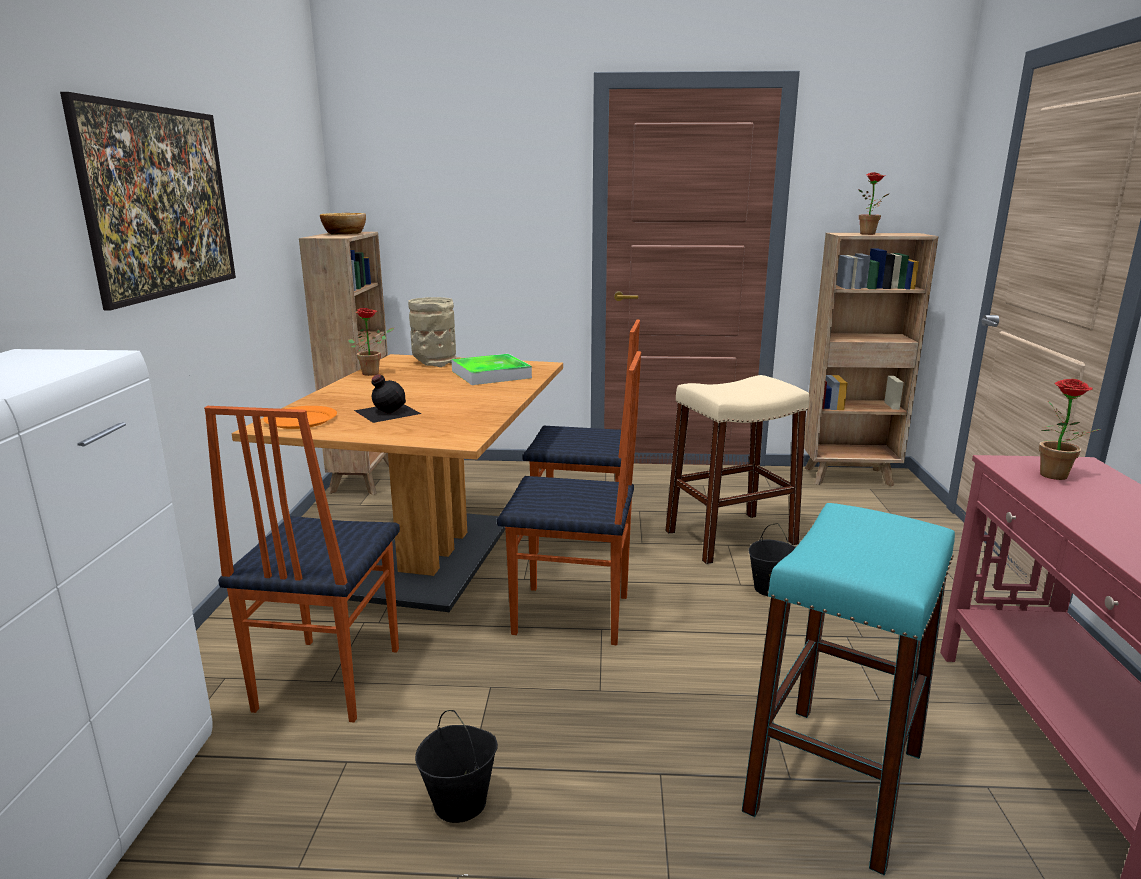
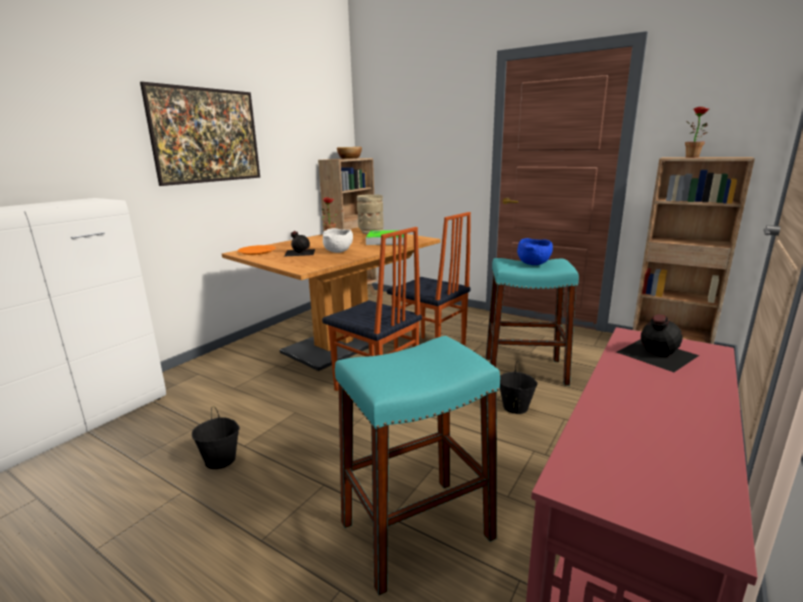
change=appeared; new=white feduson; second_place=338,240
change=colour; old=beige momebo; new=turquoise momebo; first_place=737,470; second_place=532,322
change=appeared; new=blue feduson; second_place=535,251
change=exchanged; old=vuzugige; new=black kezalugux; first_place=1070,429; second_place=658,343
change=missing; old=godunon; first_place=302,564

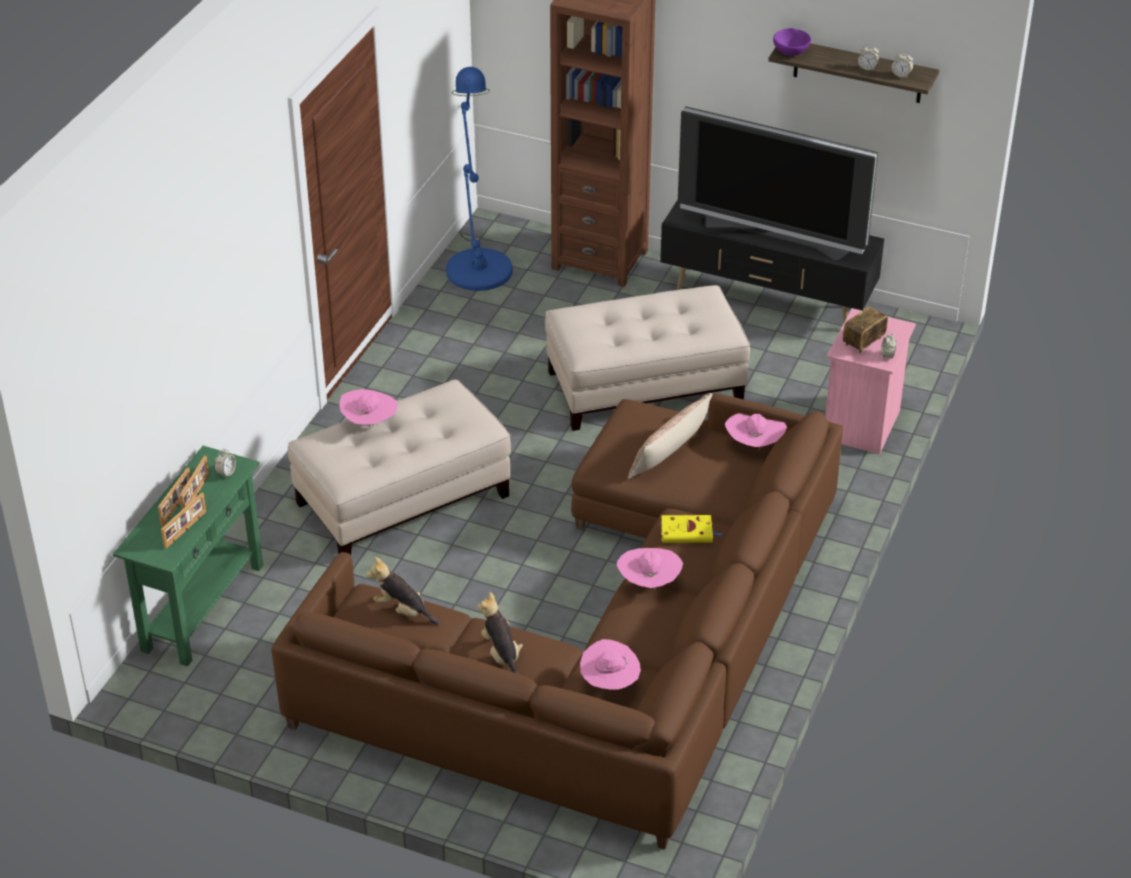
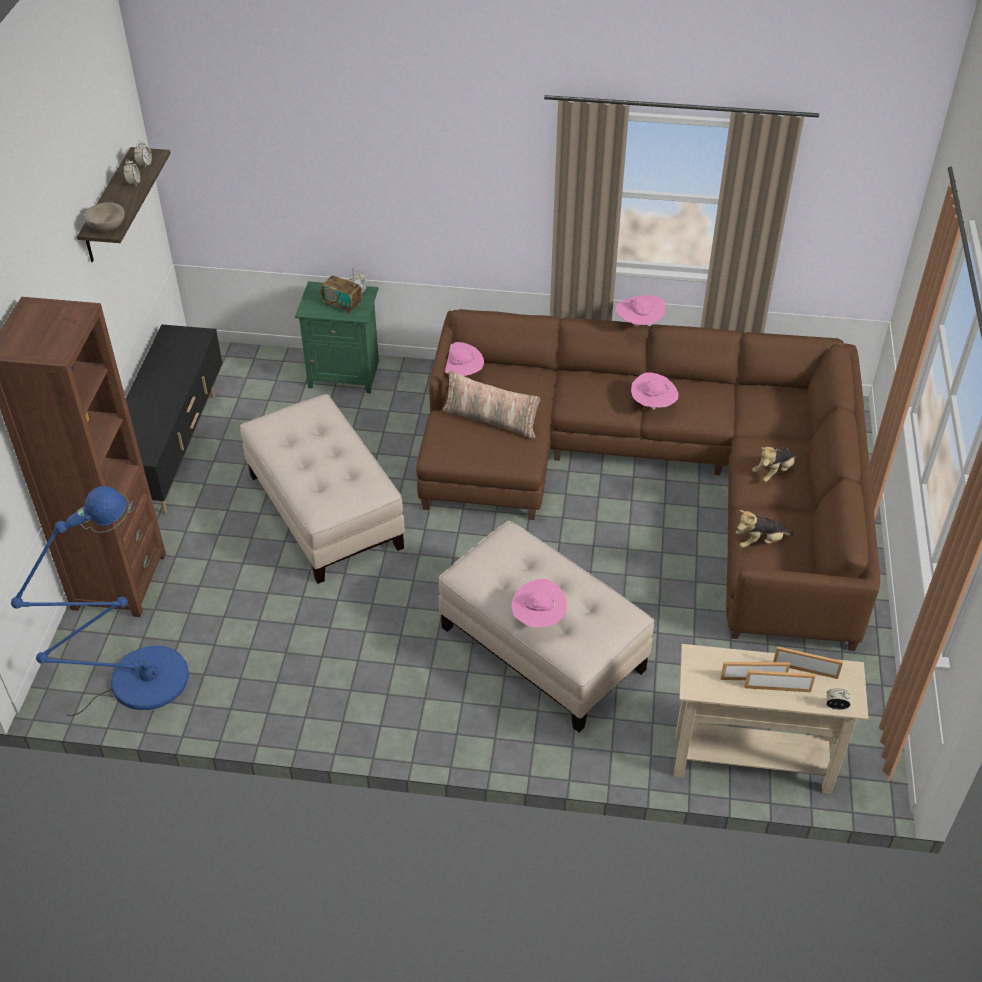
change=colour; old=purple feduson; new=beige feduson; first_place=792,42; second_place=104,217
change=colour; old=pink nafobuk; new=green nafobuk; first_place=870,381; second_place=337,337
change=relocated; old=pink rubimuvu; first_place=610,664; second_place=641,310
change=colour; old=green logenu; new=beige logenu; first_place=188,556; second_place=771,719
change=spun; old=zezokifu; first_place=403,591; second_place=765,529; degrees=60
change=relocated; old=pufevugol; first_place=225,463; second_place=839,698
change=missing; old=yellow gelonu; first_place=691,529
change=missing; old=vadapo; first_place=778,184

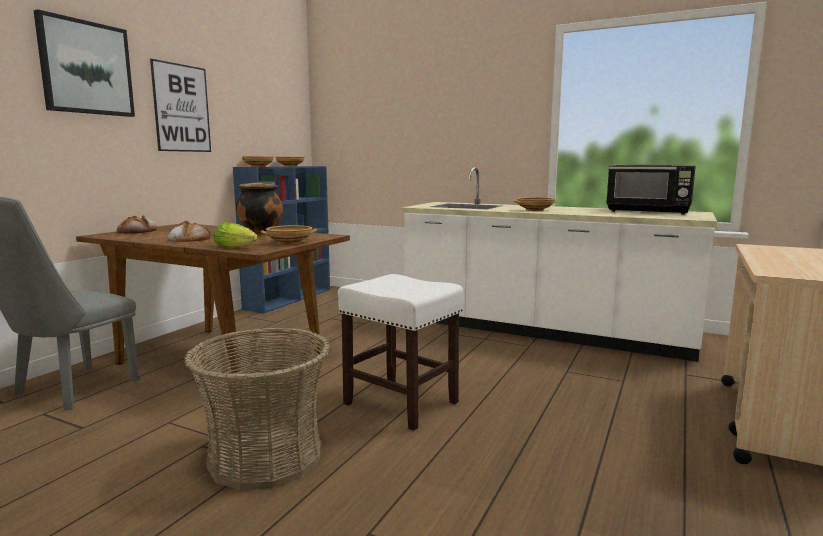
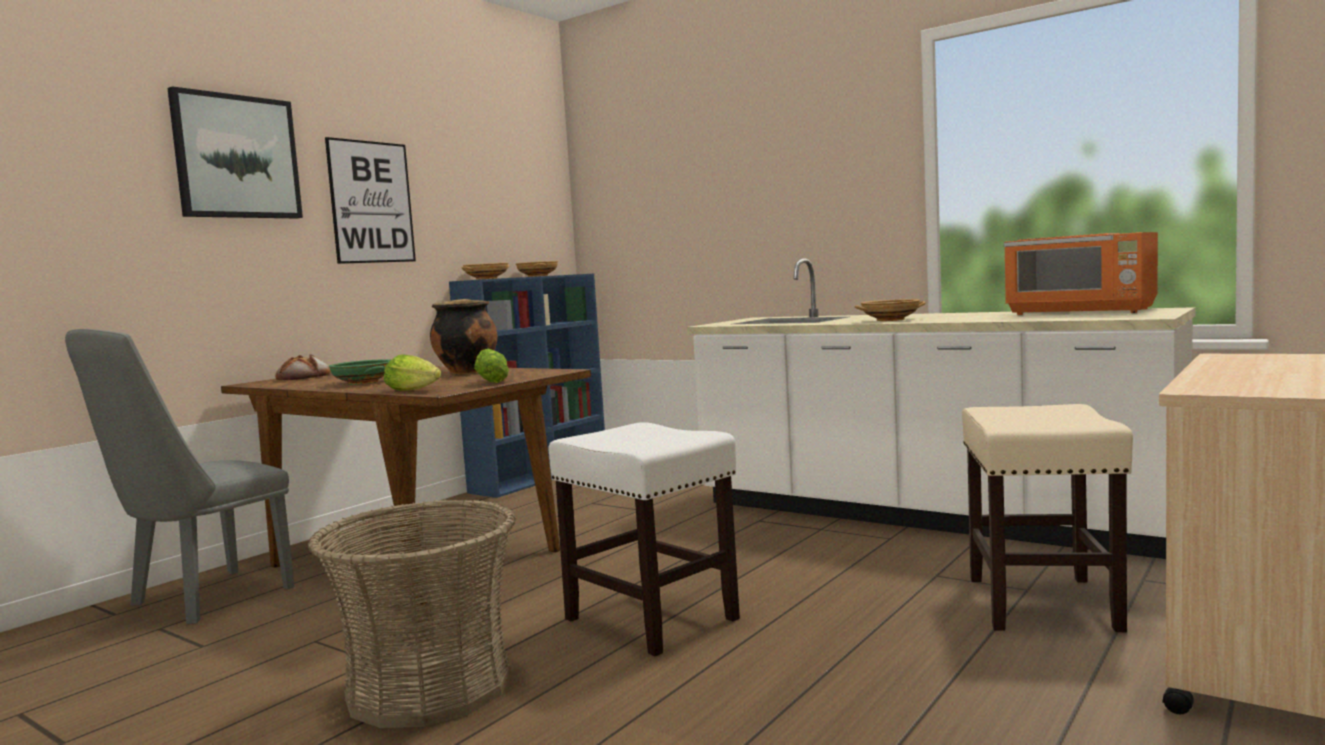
change=exchanged; old=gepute; new=green feduson; first_place=189,231; second_place=360,372
change=exchanged; old=beige feduson; new=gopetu; first_place=289,234; second_place=491,366
change=appeared; new=beige momebo; second_place=1047,518
change=colour; old=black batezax; new=orange batezax; first_place=651,190; second_place=1081,273

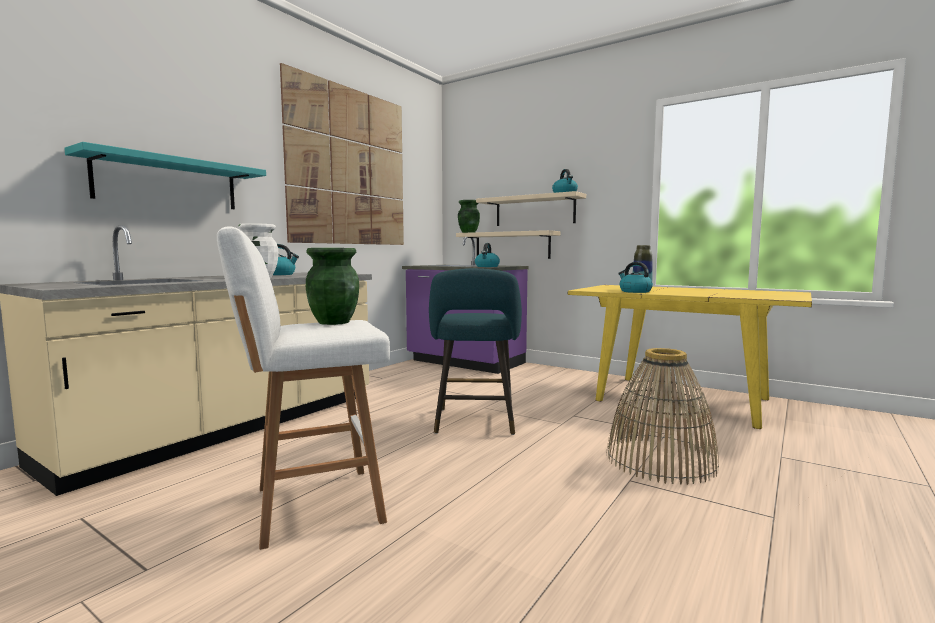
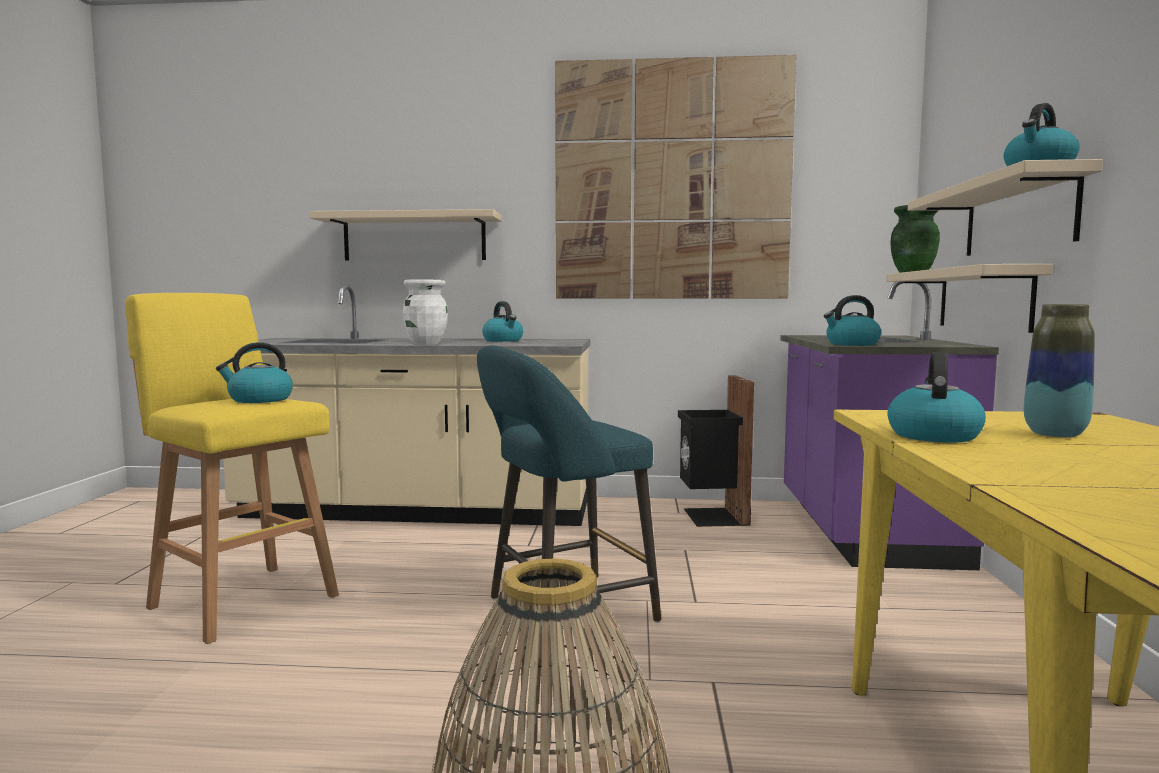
change=colour; old=white momebo; new=yellow momebo; first_place=303,388; second_place=232,468
change=exchanged; old=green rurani; new=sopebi; first_place=332,286; second_place=254,372
change=colour; old=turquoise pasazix; new=beige pasazix; first_place=165,175; second_place=405,235
change=appeared; new=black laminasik; second_place=716,451

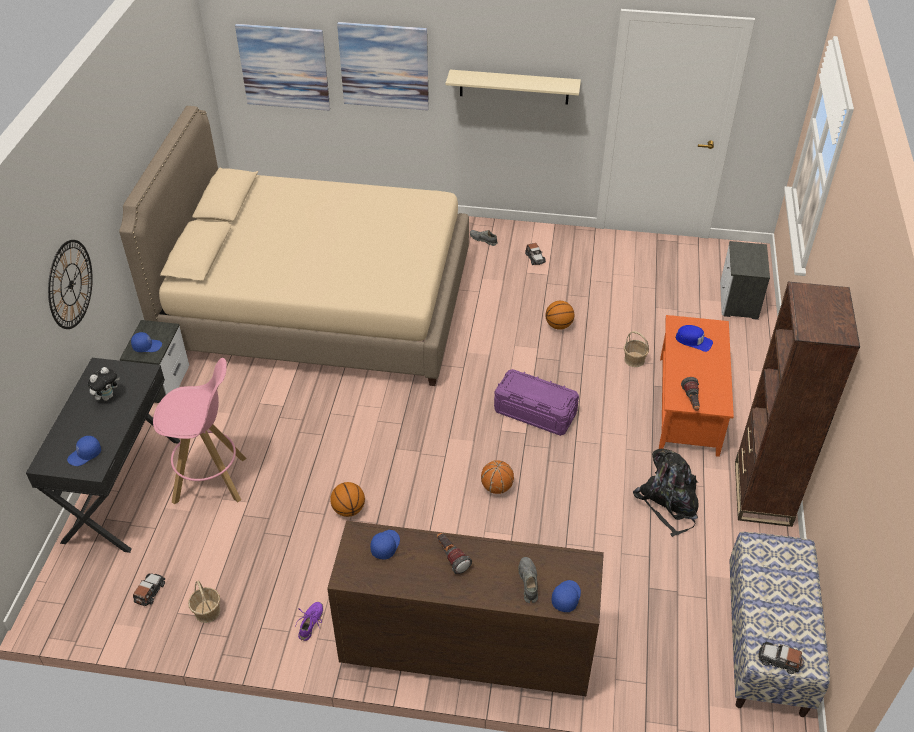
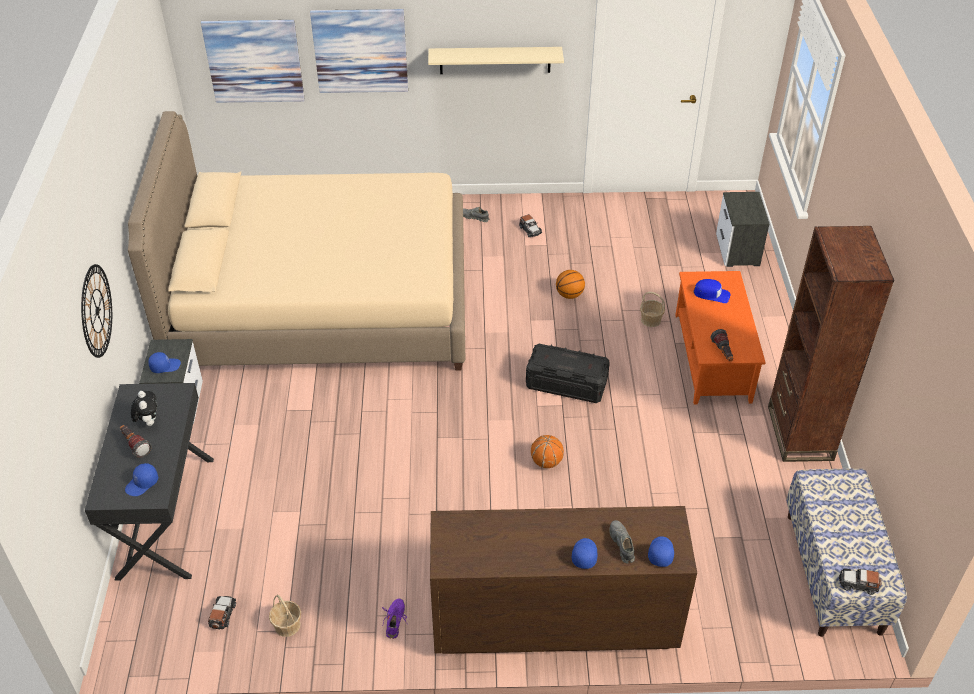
change=relocated; old=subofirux; first_place=454,553; second_place=136,441
change=spun; old=zezokifu; first_place=104,384; second_place=144,408; degrees=-45
change=colour; old=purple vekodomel; new=black vekodomel; first_place=536,402; second_place=568,373
change=relocated; old=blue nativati; first_place=385,544; second_place=584,553
change=missing; old=pink momebo; first_place=200,431
change=missing; old=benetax; first_place=347,499
change=missing; old=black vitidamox; first_place=666,493

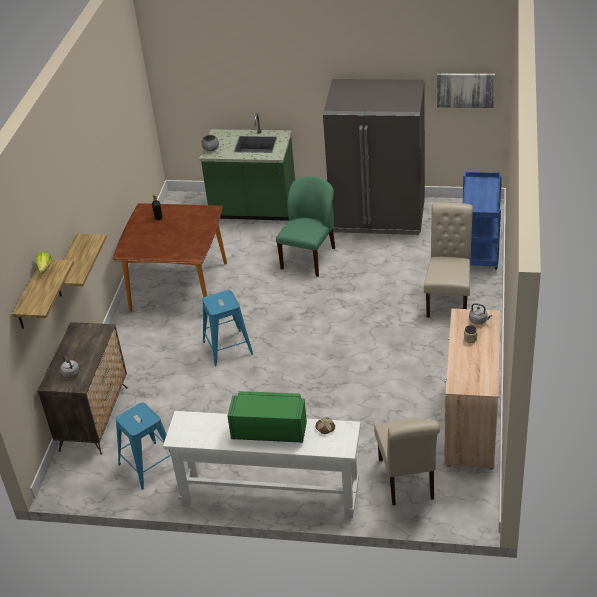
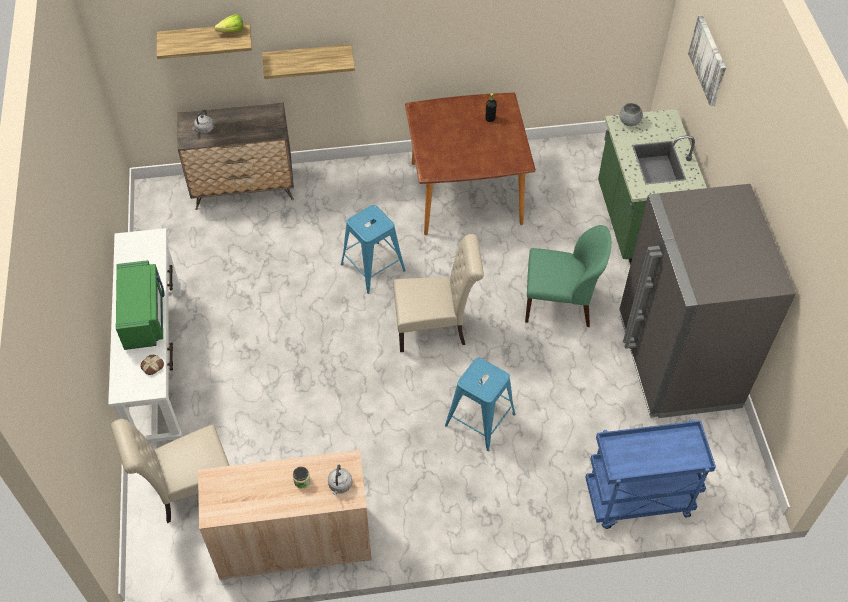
change=relocated; old=beige godunon; first_place=448,260; second_place=438,293
change=relocated; old=blue momebo; first_place=143,446; second_place=480,404
change=relocated; old=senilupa; first_place=466,90; second_place=707,60

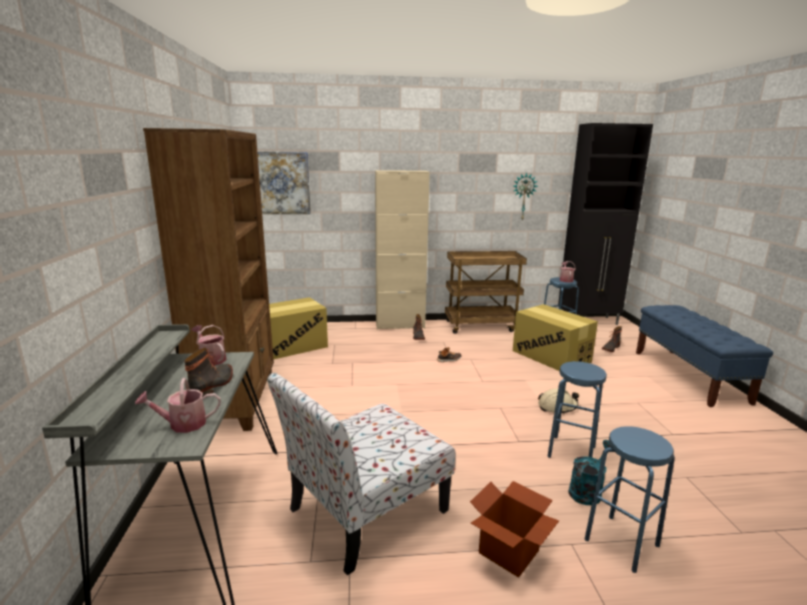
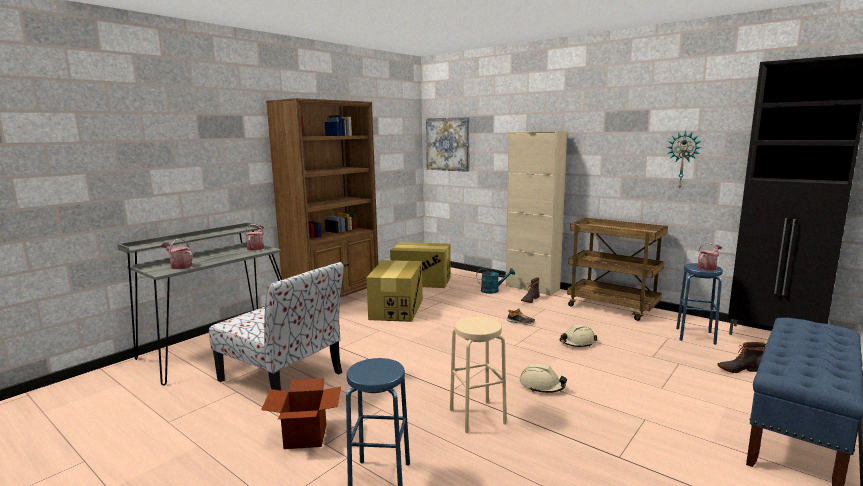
change=spun; old=godunon; first_place=361,474; second_place=276,326; degrees=-150
change=relocated; old=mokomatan; first_place=555,337; second_place=394,291
change=colour; old=blue momebo; new=beige momebo; first_place=577,409; second_place=478,375
change=relocated; old=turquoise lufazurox; first_place=589,472; second_place=496,281
change=appeared; new=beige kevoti; second_place=578,335
change=missing; old=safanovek; first_place=208,373

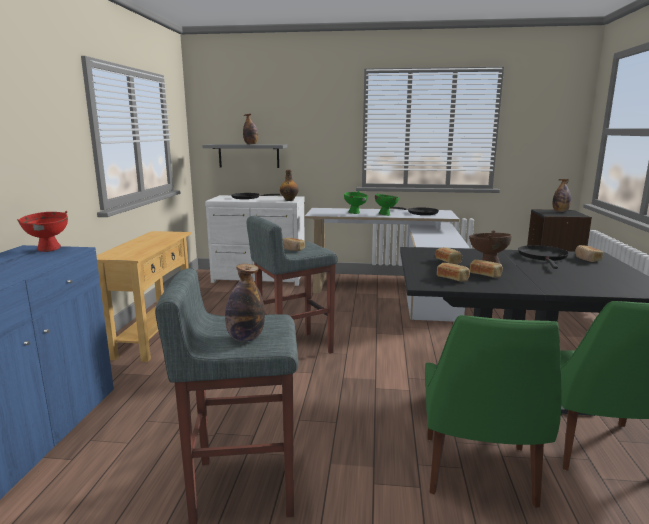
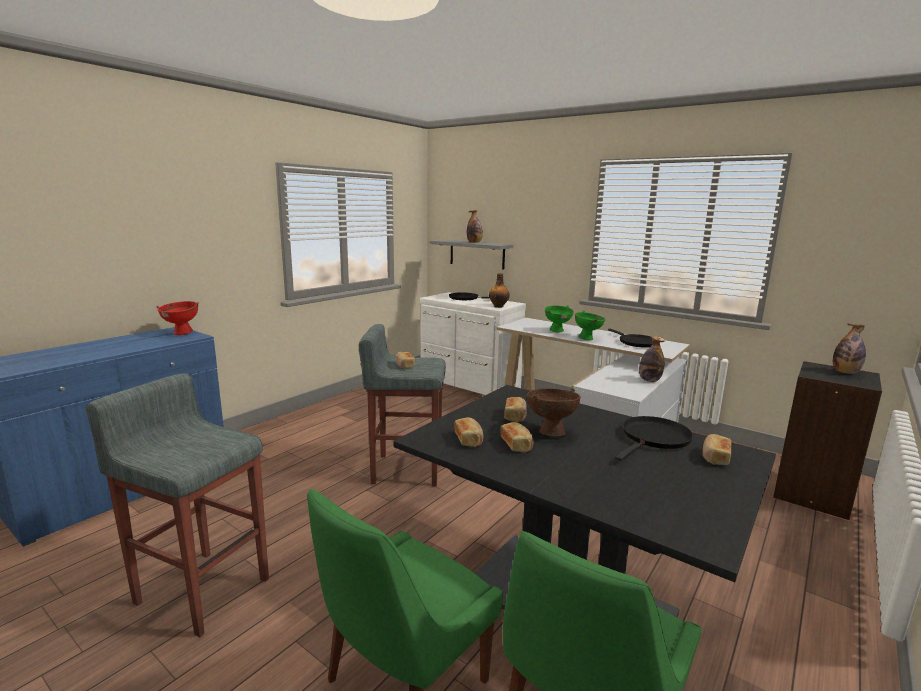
change=relocated; old=kezalugux; first_place=245,303; second_place=652,359
change=missing; old=beige logenu; first_place=144,296

